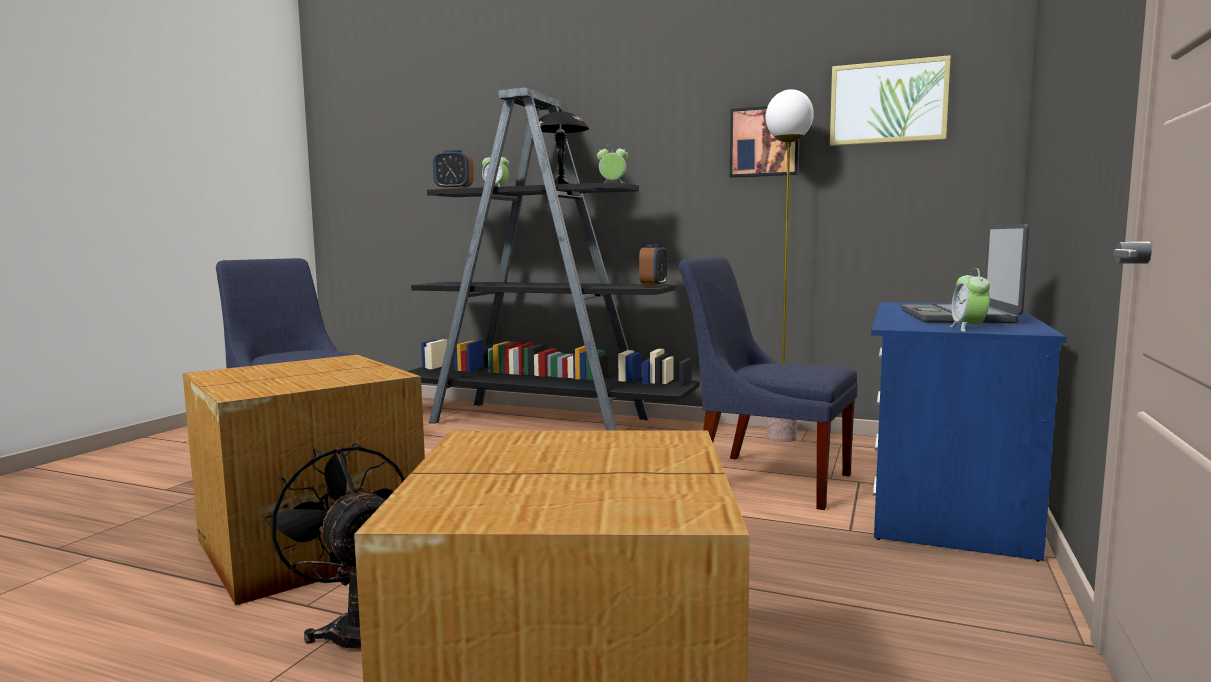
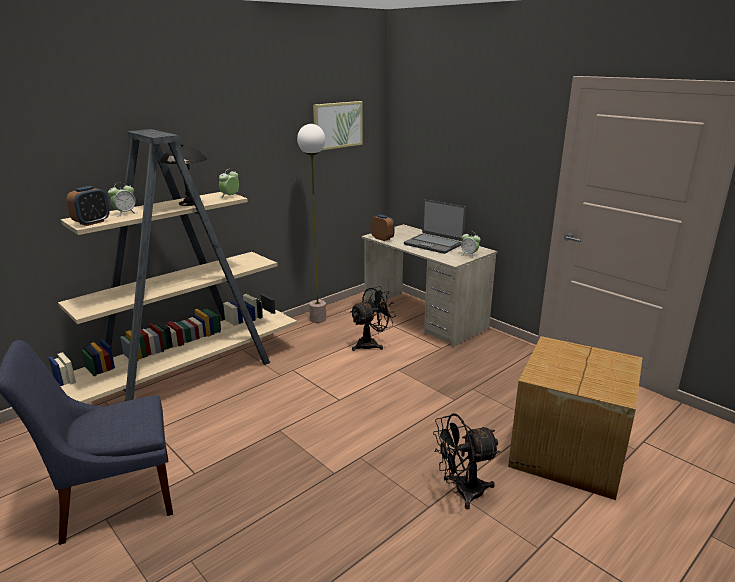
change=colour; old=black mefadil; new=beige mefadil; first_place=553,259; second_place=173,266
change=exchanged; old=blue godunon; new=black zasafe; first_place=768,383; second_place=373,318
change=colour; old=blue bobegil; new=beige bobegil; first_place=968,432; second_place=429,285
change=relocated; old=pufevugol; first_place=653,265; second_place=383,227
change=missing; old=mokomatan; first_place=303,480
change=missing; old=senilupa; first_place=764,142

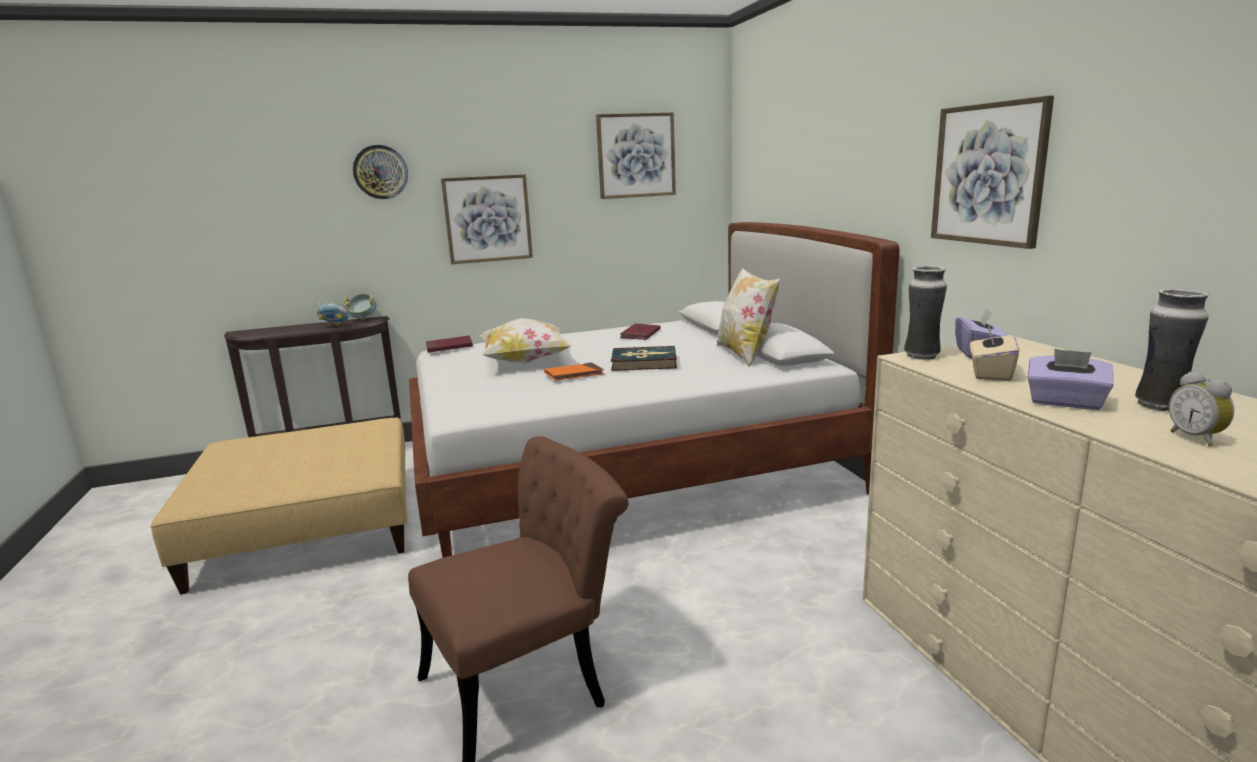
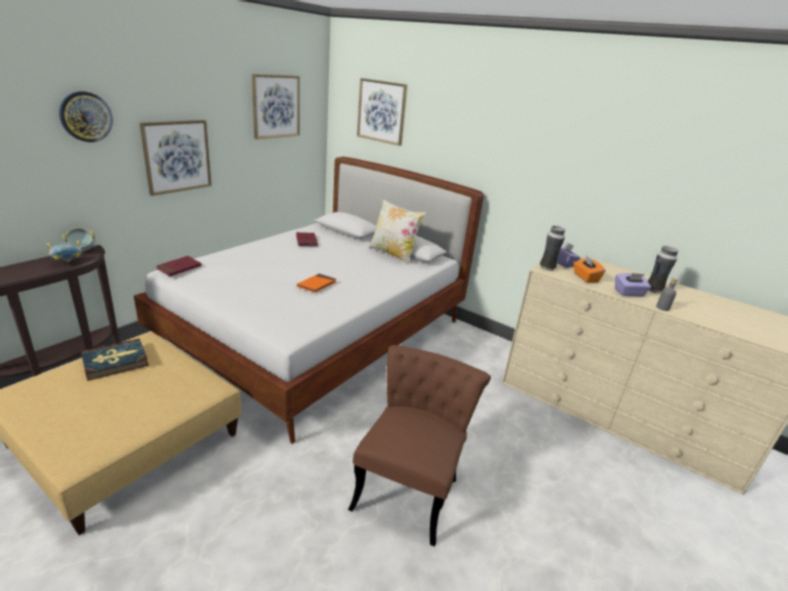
change=relocated; old=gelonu; first_place=644,358; second_place=115,359
change=relocated; old=senilupa; first_place=992,172; second_place=382,112
change=colour; old=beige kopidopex; new=orange kopidopex; first_place=994,352; second_place=589,269
change=appeared; new=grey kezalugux; second_place=667,294
change=missing; old=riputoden; first_place=526,340
change=missing; old=pufevugol; first_place=1201,409

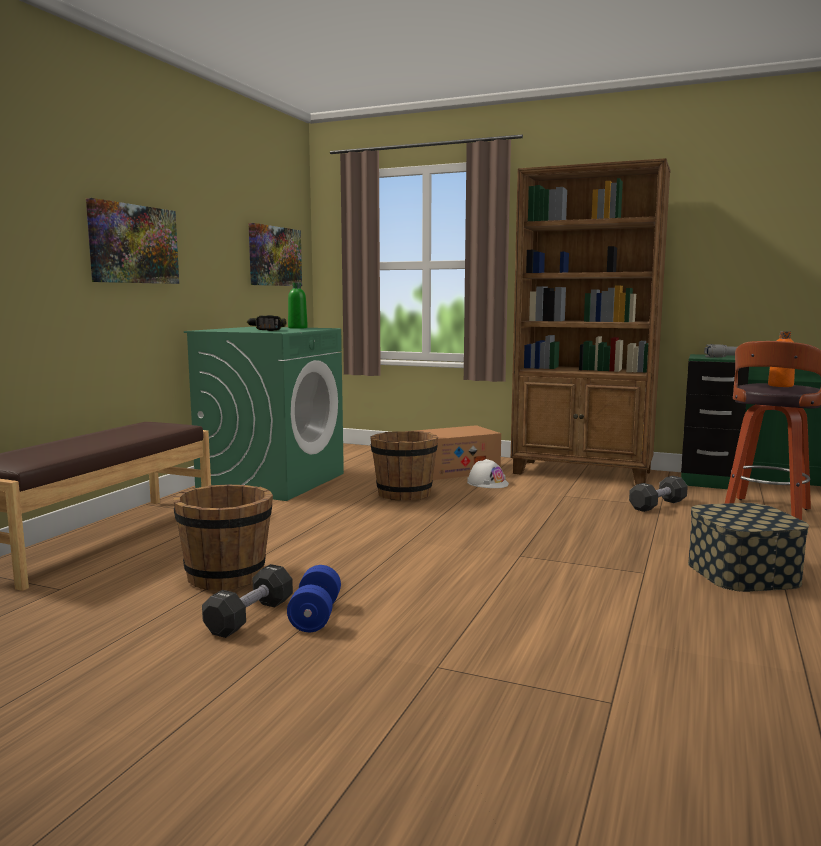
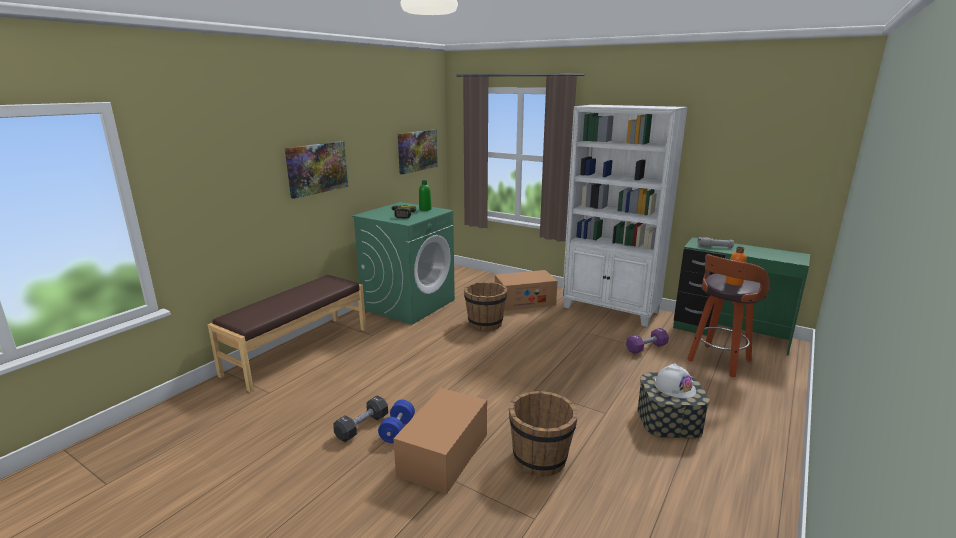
change=appeared; new=mokomatan; second_place=440,441
change=relocated; old=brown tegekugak; first_place=223,537; second_place=543,434
change=colour; old=brown mefadil; new=white mefadil; first_place=591,321; second_place=625,216
change=colour; old=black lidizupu; new=purple lidizupu; first_place=658,494; second_place=647,341
change=relocated; old=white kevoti; first_place=488,473; second_place=675,381

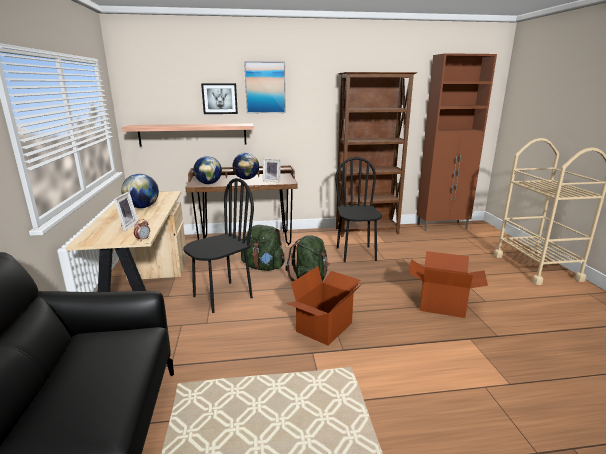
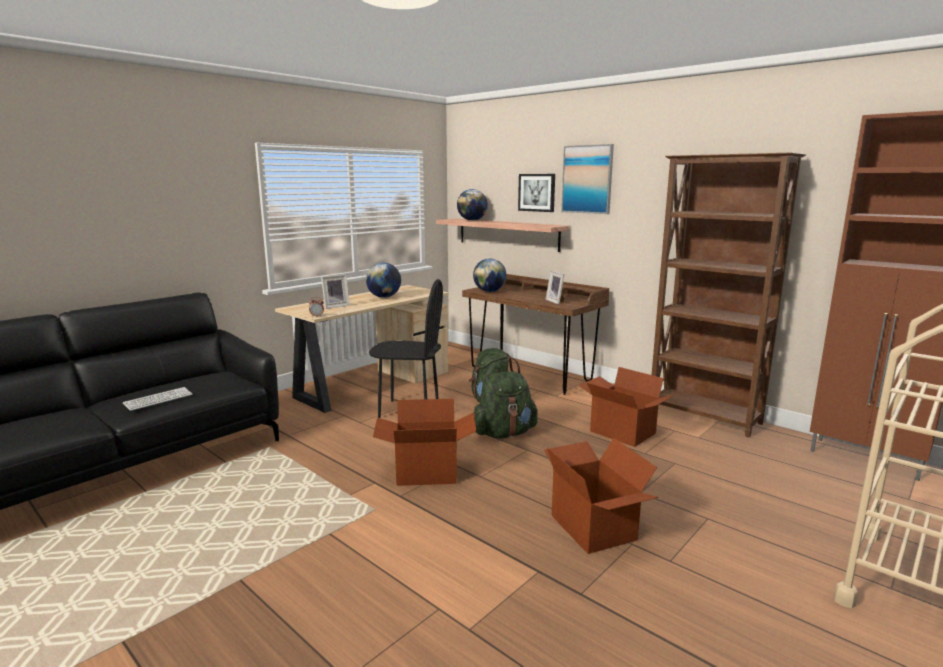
change=appeared; new=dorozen; second_place=157,399
change=relocated; old=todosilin; first_place=245,166; second_place=472,205
change=exchanged; old=black godunon; new=mokomatan; first_place=358,209; second_place=626,407

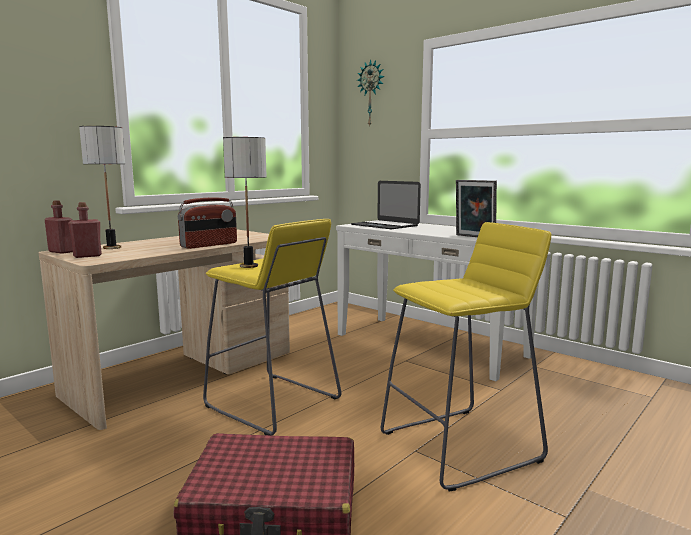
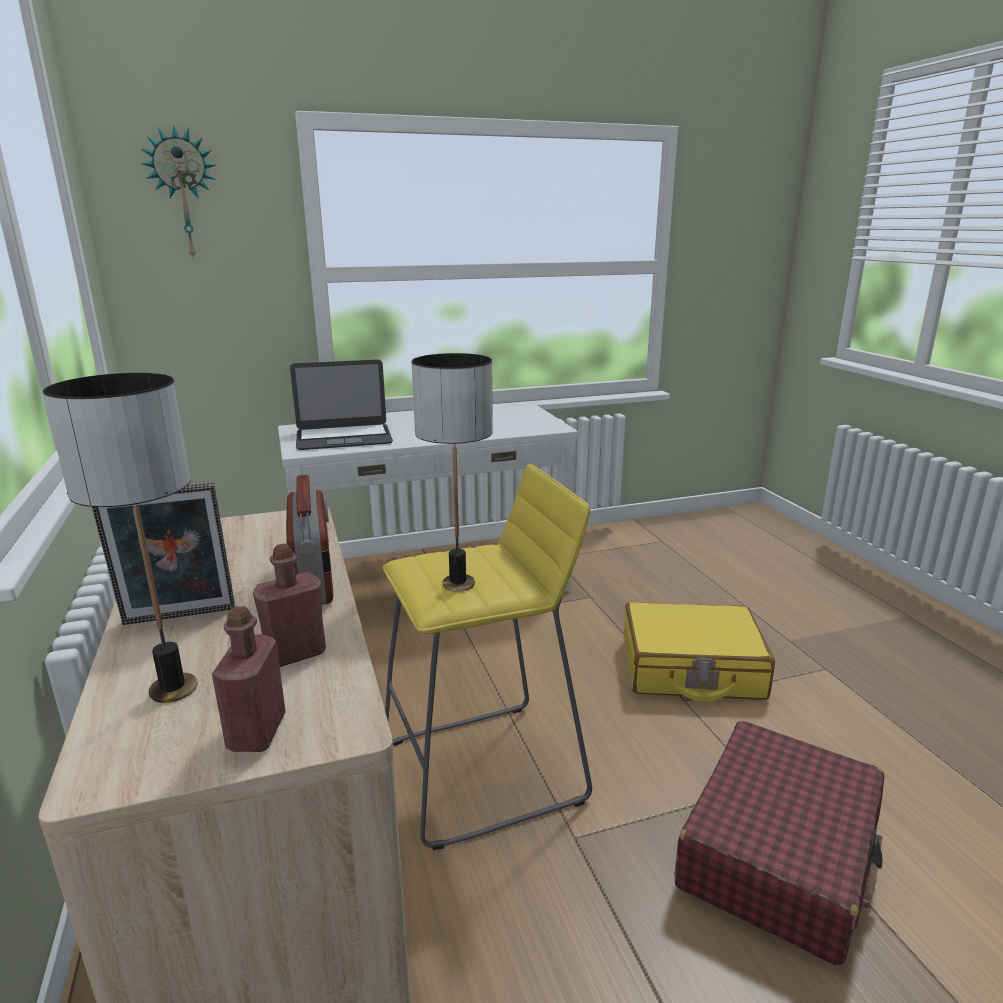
change=relocated; old=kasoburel; first_place=476,208; second_place=163,554
change=relocated; old=red kezalugux; first_place=59,227; second_place=289,605
change=exchanged; old=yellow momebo; new=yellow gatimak; first_place=466,357; second_place=699,652

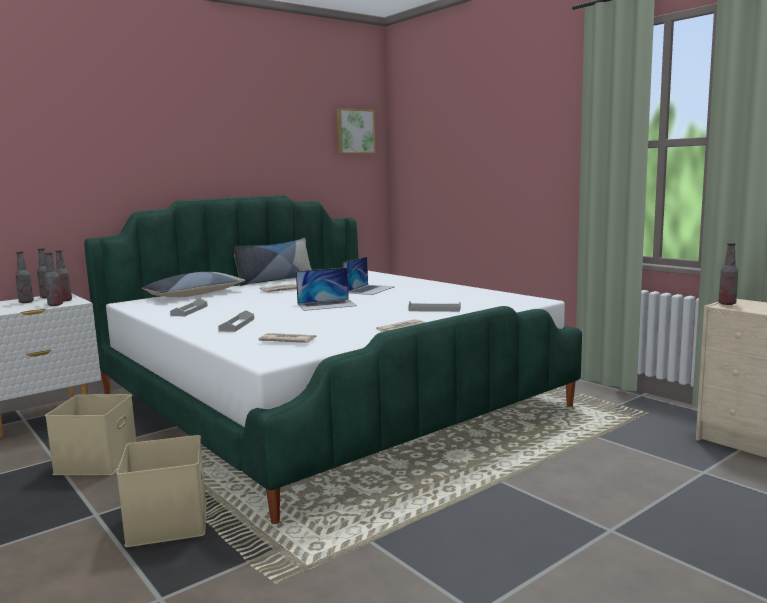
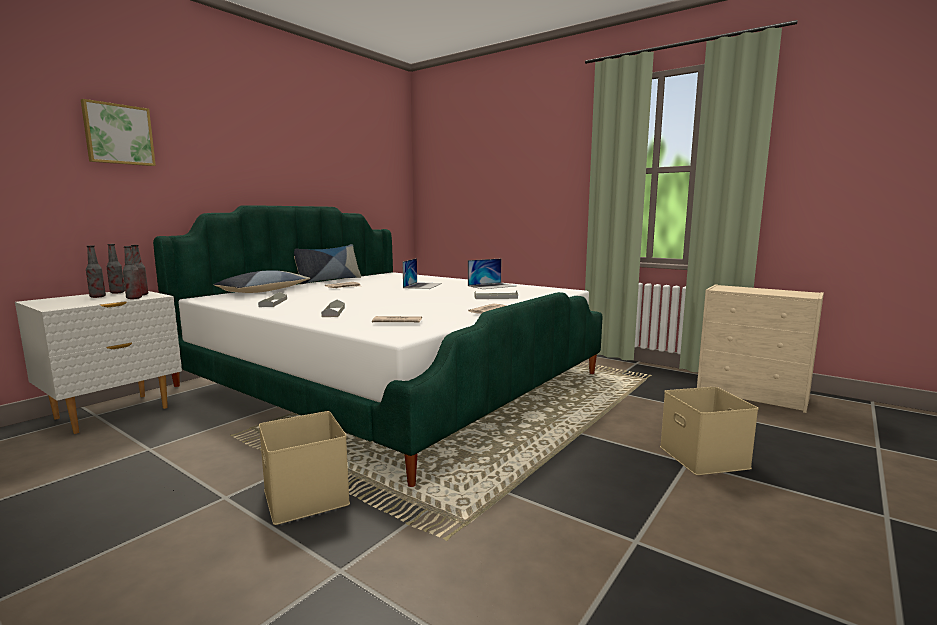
change=relocated; old=senilupa; first_place=356,130; second_place=118,132
change=relocated; old=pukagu; first_place=326,289; second_place=491,274
change=relocated; old=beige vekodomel; first_place=91,434; second_place=709,431
change=missing; old=kezalugux; first_place=728,274

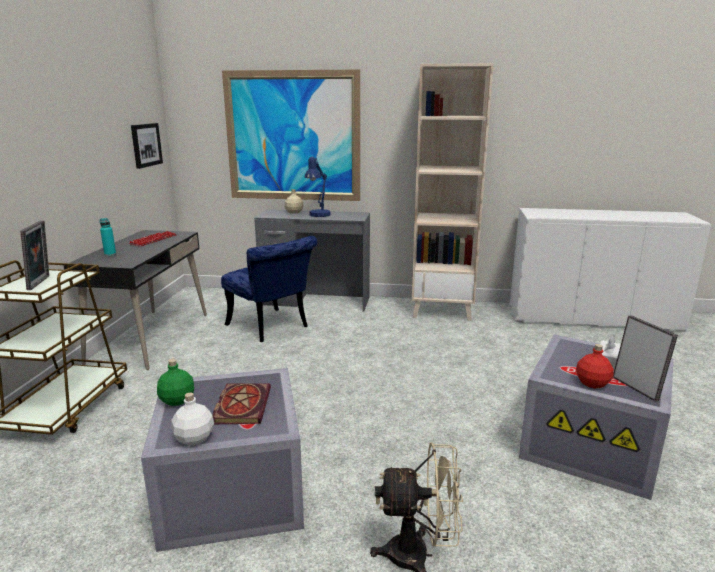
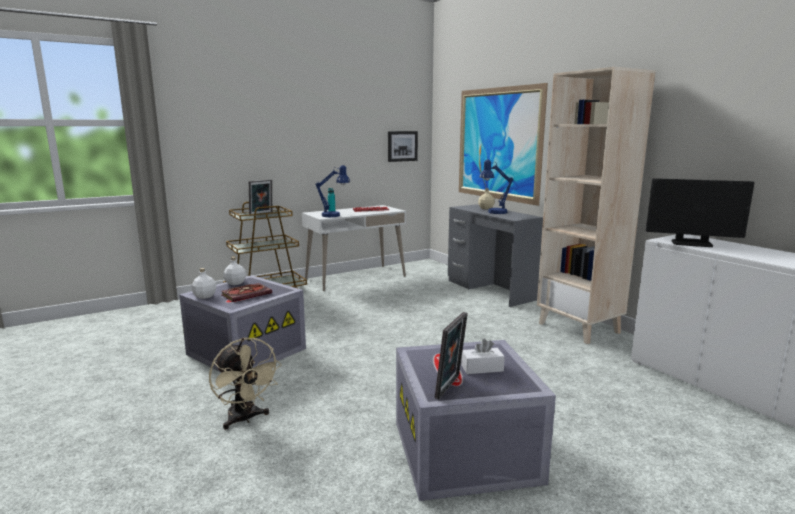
change=colour; old=green kezalugux; new=white kezalugux; first_place=175,382; second_place=234,271
change=colour; old=black bobegil; new=white bobegil; first_place=135,300; second_place=354,248
change=appeared; new=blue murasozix; second_place=333,191
change=appeared; new=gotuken; second_place=700,212
change=missing; old=blue godunon; first_place=269,289
change=missing; old=red kezalugux; first_place=595,366

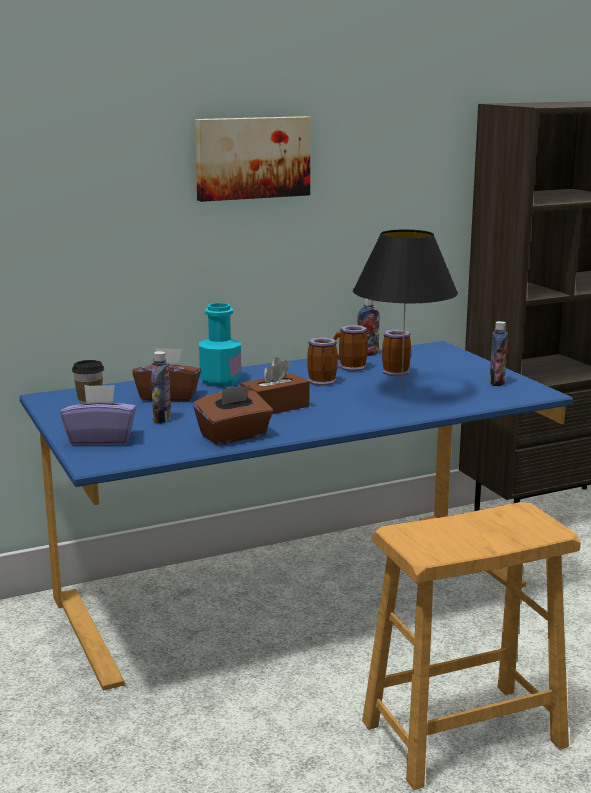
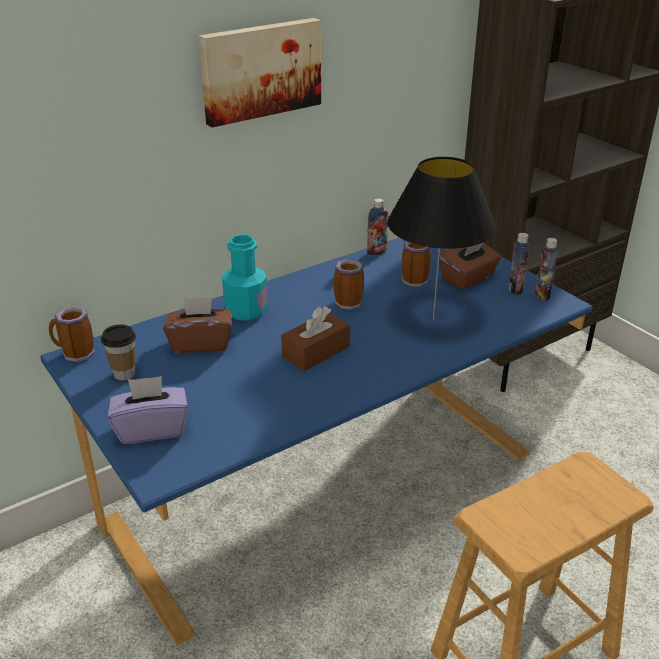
change=relocated; old=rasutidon; first_place=350,348; second_place=72,334
change=relocated; old=brown kopidopex; first_place=233,415; second_place=470,266
change=relocated; old=kezalugux; first_place=161,387; second_place=546,269

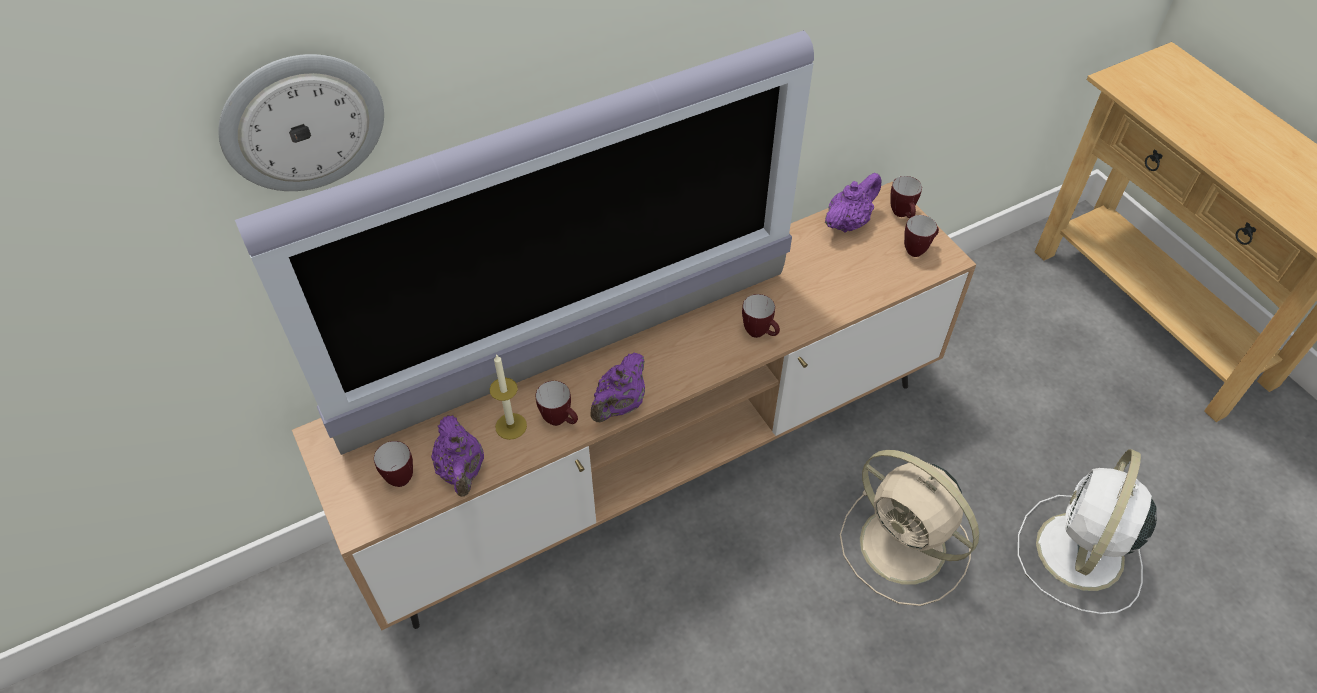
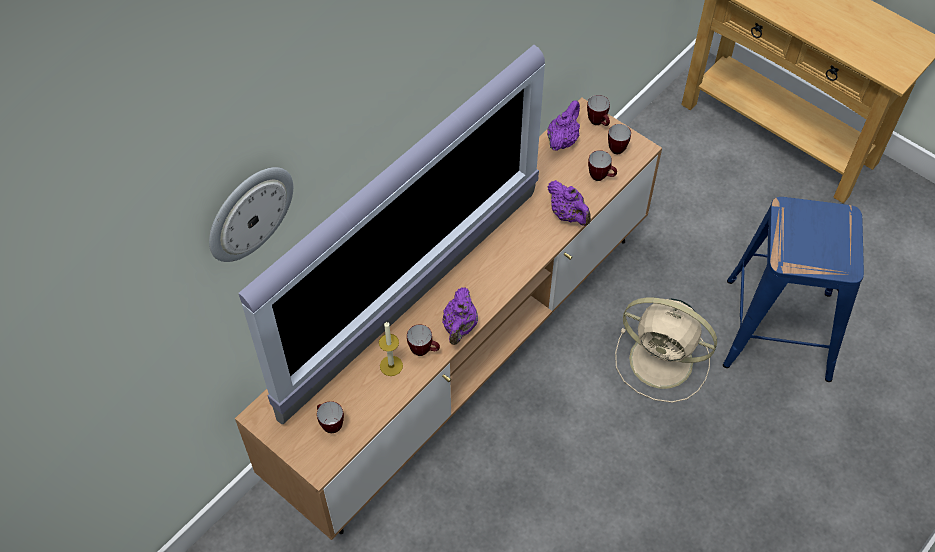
change=relocated; old=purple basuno; first_place=457,456; second_place=569,203
change=relocated; old=rasutidon; first_place=761,316; second_place=602,165
change=exchanged; old=white zasafe; new=blue momebo; first_place=1087,531; second_place=793,289

